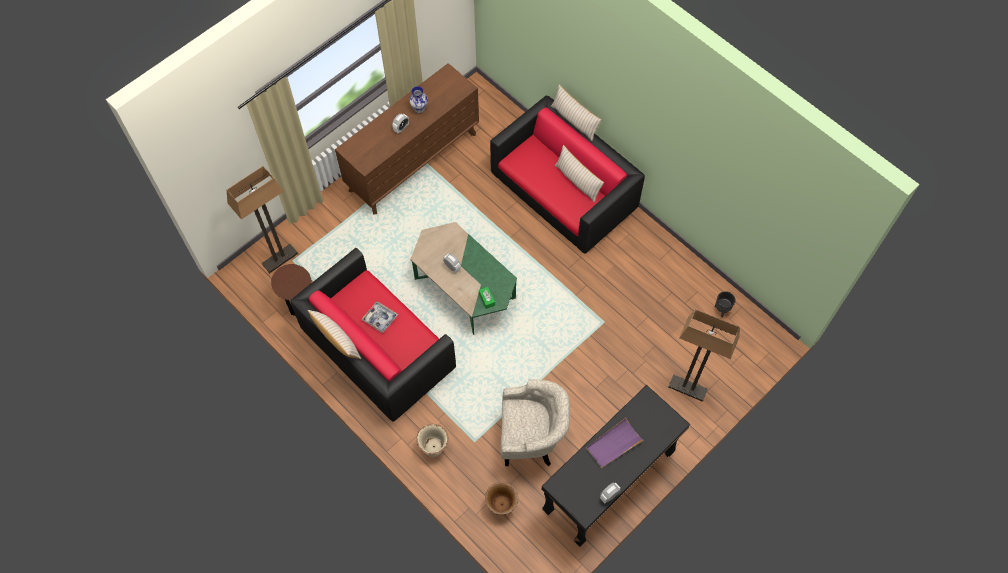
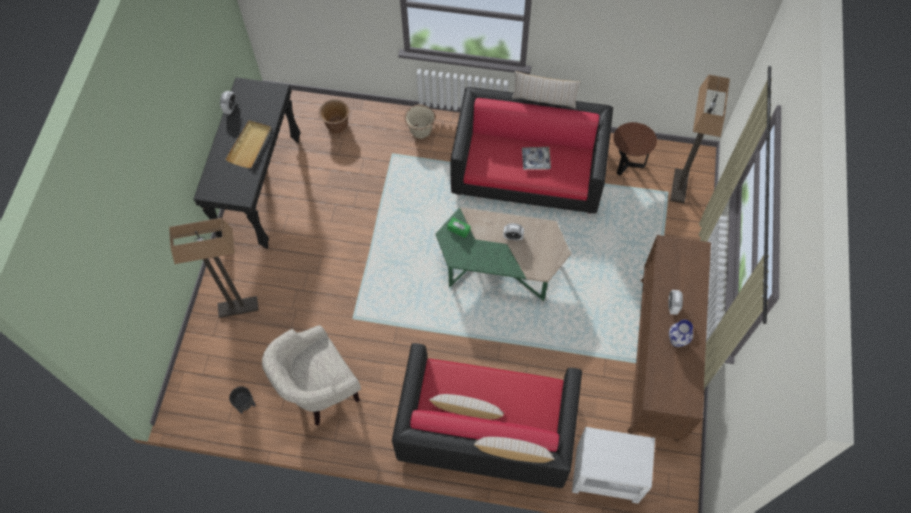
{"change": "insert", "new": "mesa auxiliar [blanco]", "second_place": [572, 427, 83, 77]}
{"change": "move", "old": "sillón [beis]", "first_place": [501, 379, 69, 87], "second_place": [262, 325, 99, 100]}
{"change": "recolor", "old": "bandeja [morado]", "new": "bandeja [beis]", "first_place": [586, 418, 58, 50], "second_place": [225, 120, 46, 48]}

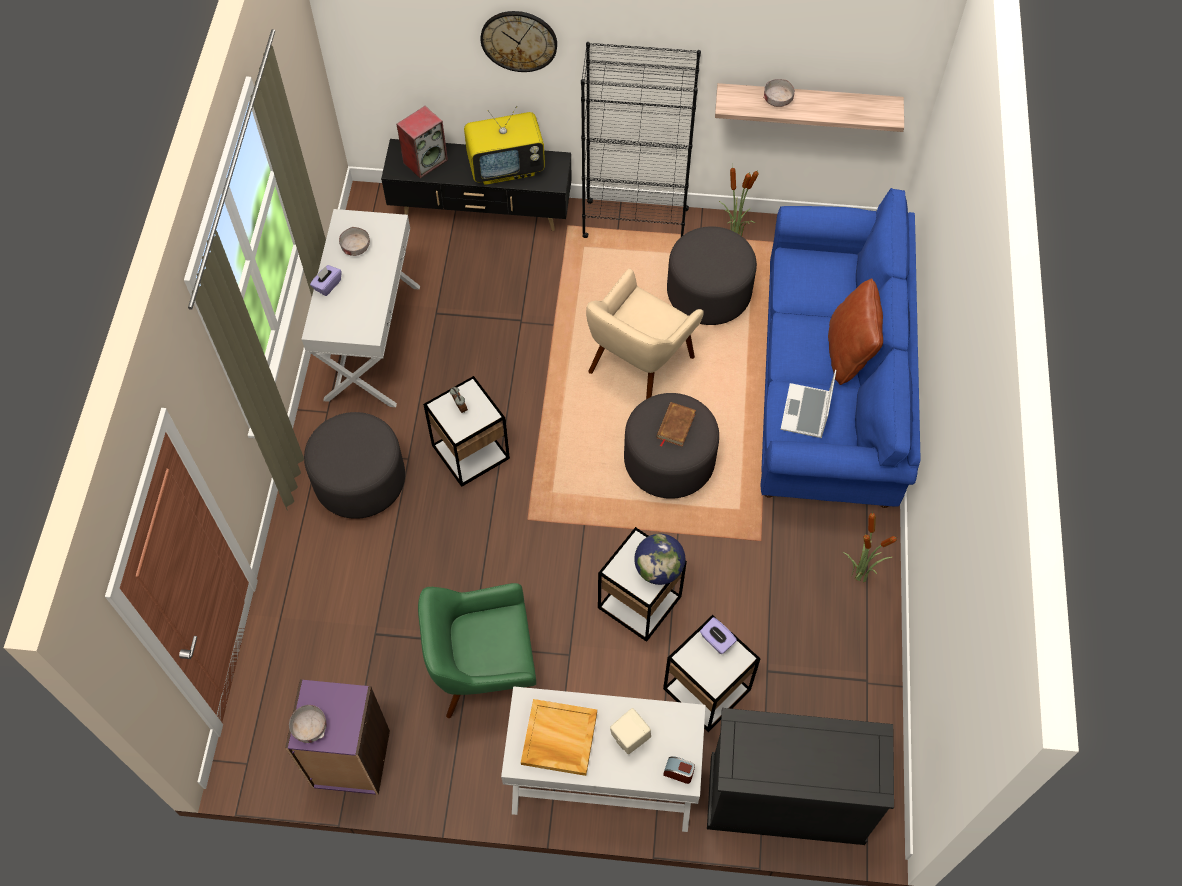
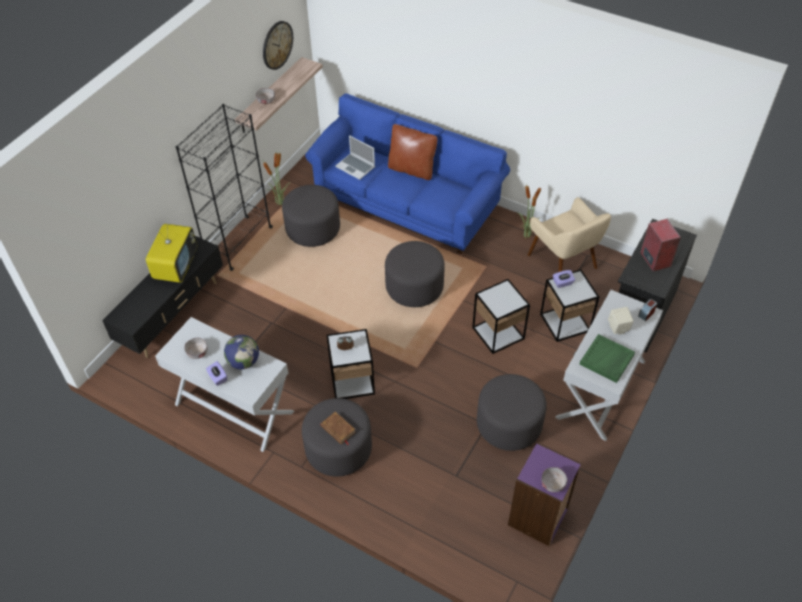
{"change": "move", "old": "altavoz", "first_place": [397, 106, 51, 72], "second_place": [640, 219, 41, 53]}
{"change": "move", "old": "reloj de pared", "first_place": [480, 11, 77, 61], "second_place": [263, 21, 30, 49]}
{"change": "move", "old": "sillón [beis]", "first_place": [586, 269, 118, 130], "second_place": [528, 197, 83, 75]}
{"change": "move", "old": "globo terráqueo", "first_place": [634, 534, 51, 51], "second_place": [224, 335, 35, 34]}
{"change": "move", "old": "libro [marrón]", "first_place": [656, 402, 40, 45], "second_place": [320, 412, 36, 33]}
{"change": "move", "old": "portátil", "first_place": [780, 369, 56, 69], "second_place": [335, 135, 40, 45]}
{"change": "replace", "old": "sillón [verde]", "new": "puf [gris]", "first_place": [418, 583, 118, 135], "second_place": [477, 374, 70, 77]}
{"change": "recolor", "old": "bandeja [beis]", "new": "bandeja [verde]", "first_place": [521, 699, 76, 77], "second_place": [579, 334, 56, 49]}

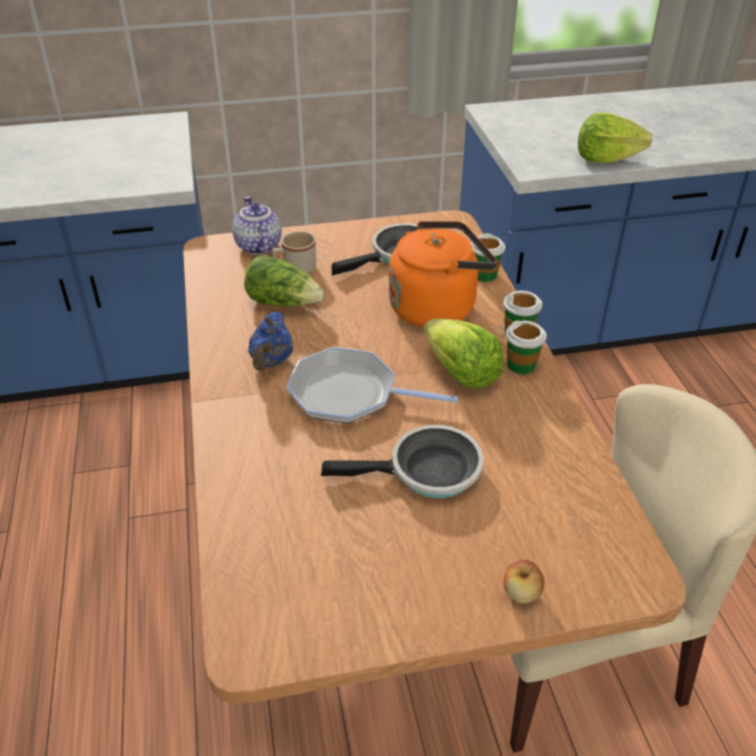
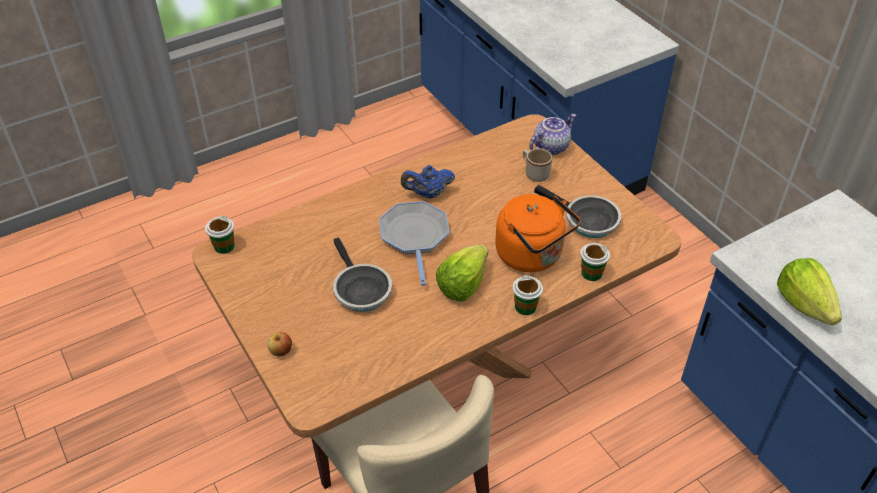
{"change": "delete", "old": "lechuga", "first_place": [244, 255, 80, 51]}
{"change": "move", "old": "taza", "first_place": [506, 320, 41, 54], "second_place": [205, 216, 30, 38]}

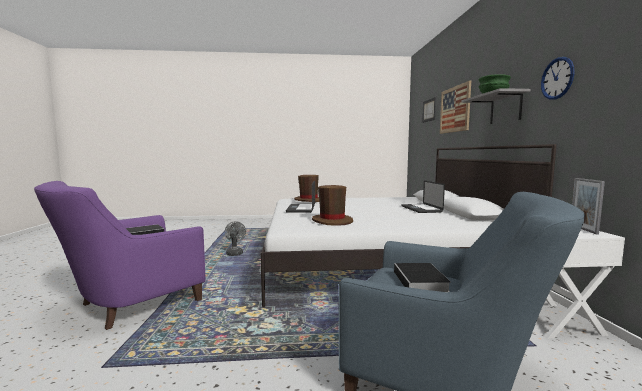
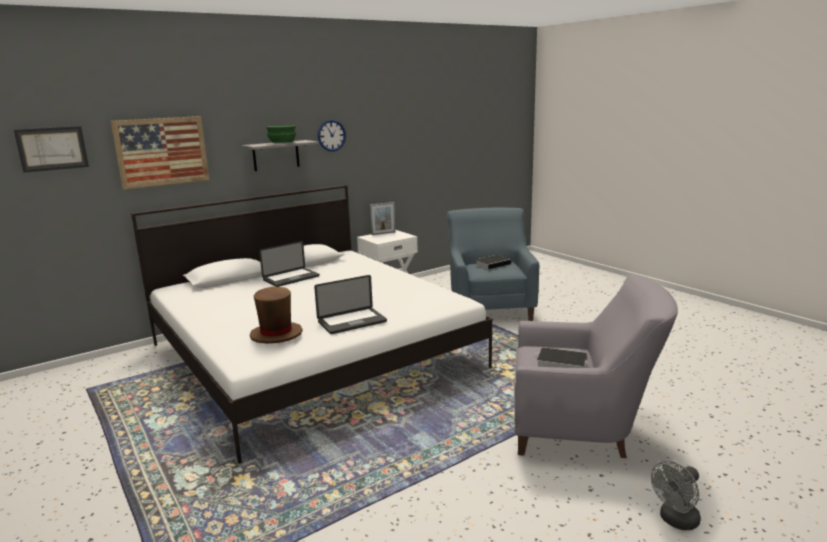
{"change": "delete", "old": "sombrero [marrón]", "first_place": [312, 185, 41, 41]}
{"change": "move", "old": "ventilador [gris]", "first_place": [225, 221, 21, 35], "second_place": [651, 461, 50, 69]}
{"change": "recolor", "old": "sillón [morado]", "new": "sillón [gris]", "first_place": [34, 181, 172, 149], "second_place": [514, 275, 164, 183]}

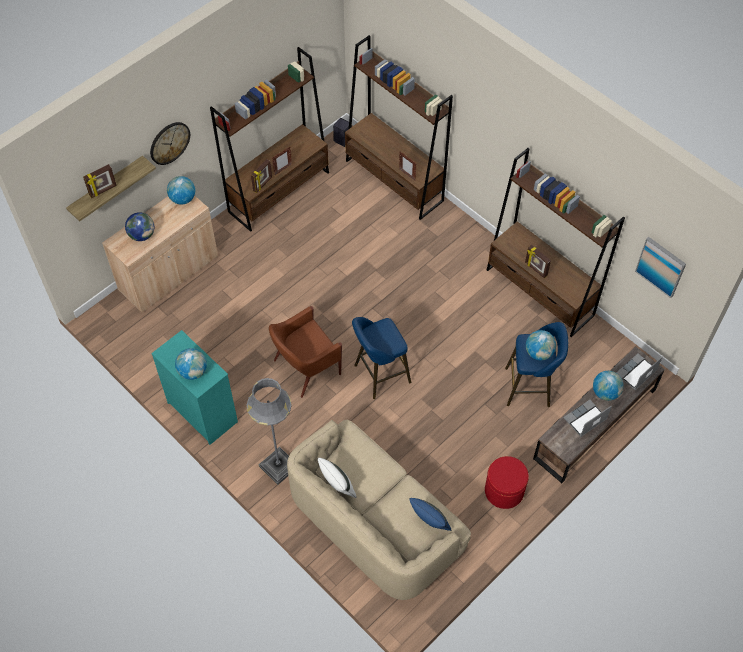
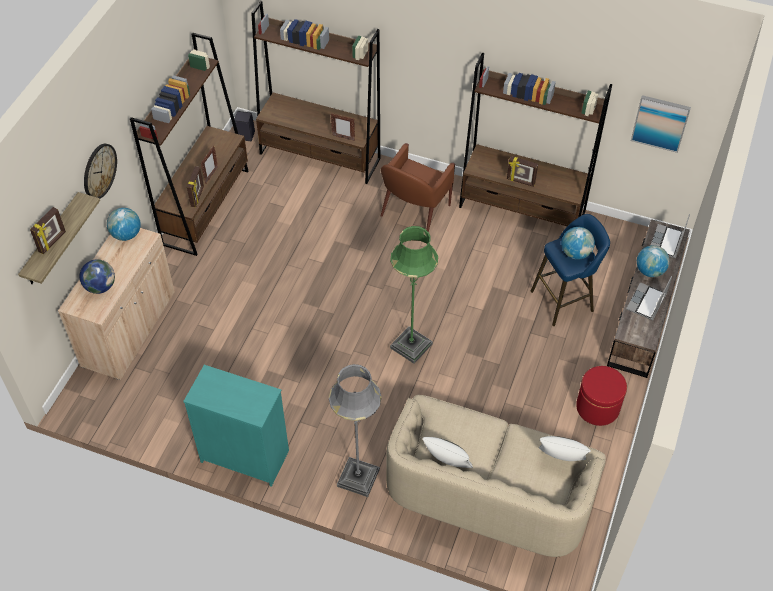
{"change": "delete", "old": "globo terráqueo", "first_place": [175, 348, 32, 32]}
{"change": "move", "old": "sillón [marrón]", "first_place": [269, 306, 73, 92], "second_place": [381, 143, 74, 89]}
{"change": "replace", "old": "taburete [azul]", "new": "lámpara de pie [verde]", "first_place": [352, 317, 59, 82], "second_place": [390, 226, 48, 138]}
{"change": "recolor", "old": "cojín [azul]", "new": "cojín [blanco]", "first_place": [409, 498, 42, 33], "second_place": [539, 436, 52, 25]}

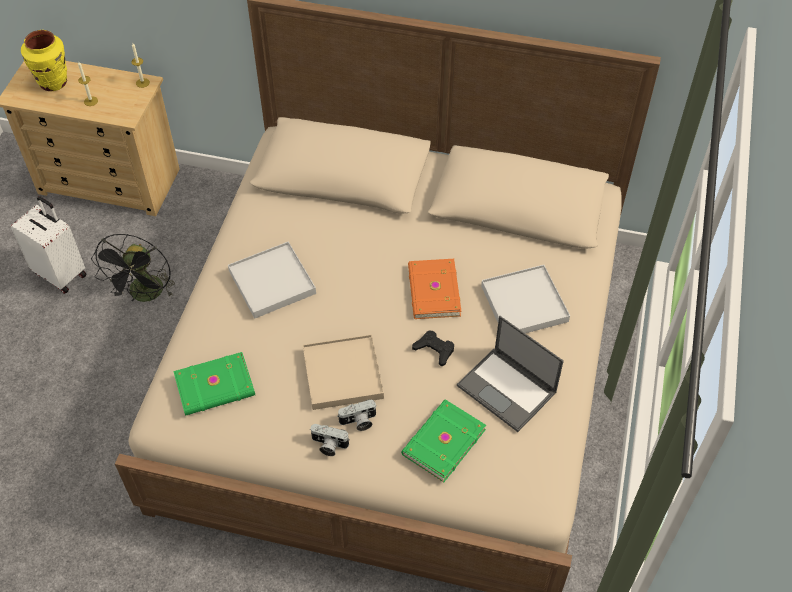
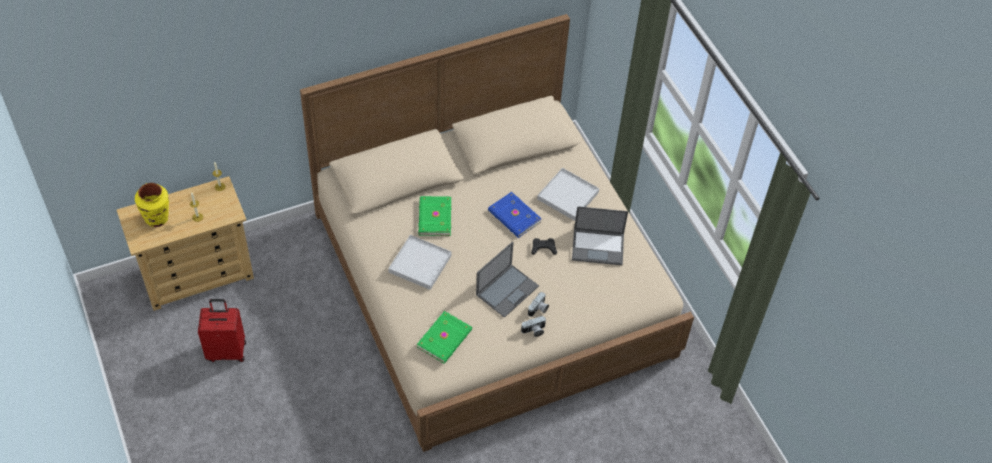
{"change": "delete", "old": "ventilador [negro]", "first_place": [91, 234, 84, 68]}
{"change": "move", "old": "libro [verde]", "first_place": [401, 400, 85, 82], "second_place": [418, 196, 33, 40]}
{"change": "replace", "old": "bandeja [beis]", "new": "portátil", "first_place": [303, 334, 81, 76], "second_place": [476, 242, 63, 76]}
{"change": "recolor", "old": "maleta [blanco]", "new": "maleta [rojo]", "first_place": [10, 196, 77, 98], "second_place": [198, 299, 48, 63]}
{"change": "recolor", "old": "libro [naranja]", "new": "libro [azul]", "first_place": [408, 259, 53, 60], "second_place": [488, 192, 53, 46]}

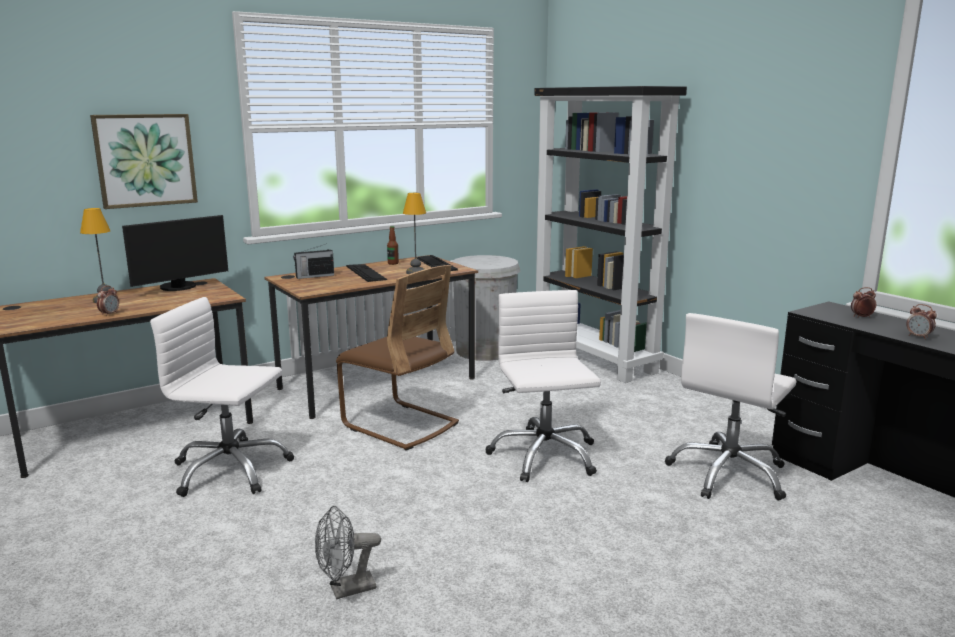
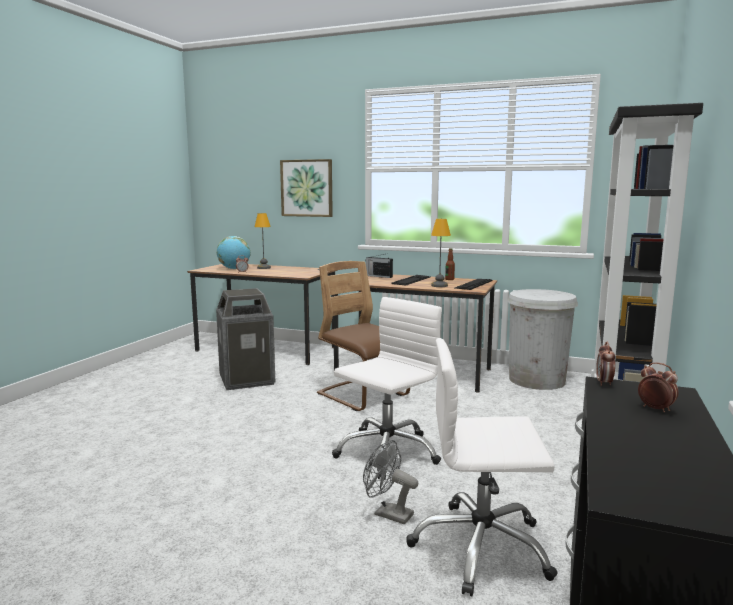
{"change": "delete", "old": "monitor", "first_place": [122, 215, 106, 76]}
{"change": "insert", "new": "globo terráqueo", "second_place": [217, 236, 34, 33]}
{"change": "move", "old": "ventilador [gris]", "first_place": [315, 506, 66, 94], "second_place": [363, 440, 55, 84]}
{"change": "move", "old": "despertador", "first_place": [906, 304, 31, 35], "second_place": [596, 342, 19, 44]}
{"change": "replace", "old": "silla de oficina [blanco]", "new": "papelera", "first_place": [150, 297, 144, 200], "second_place": [216, 288, 59, 102]}
{"change": "rotate", "old": "silla [marrón]", "first_place": [336, 265, 123, 186], "second_place": [317, 261, 93, 150], "degrees": 135}

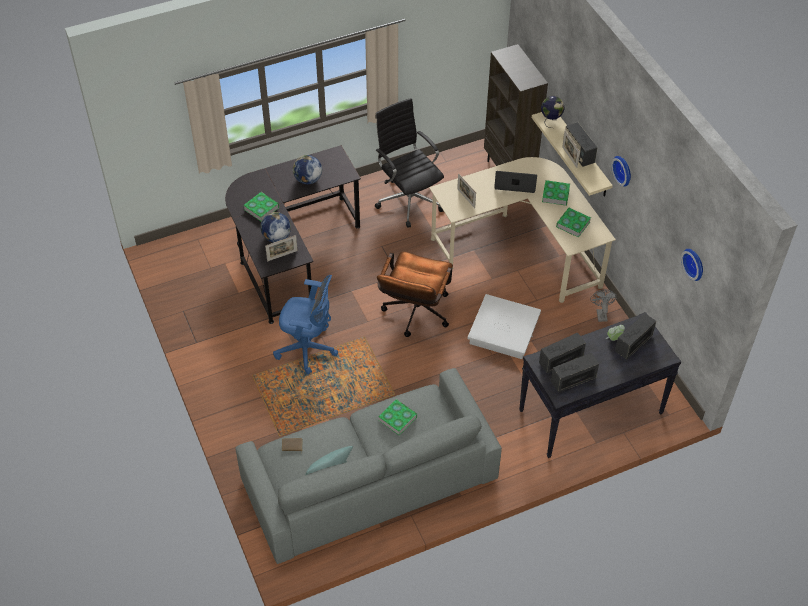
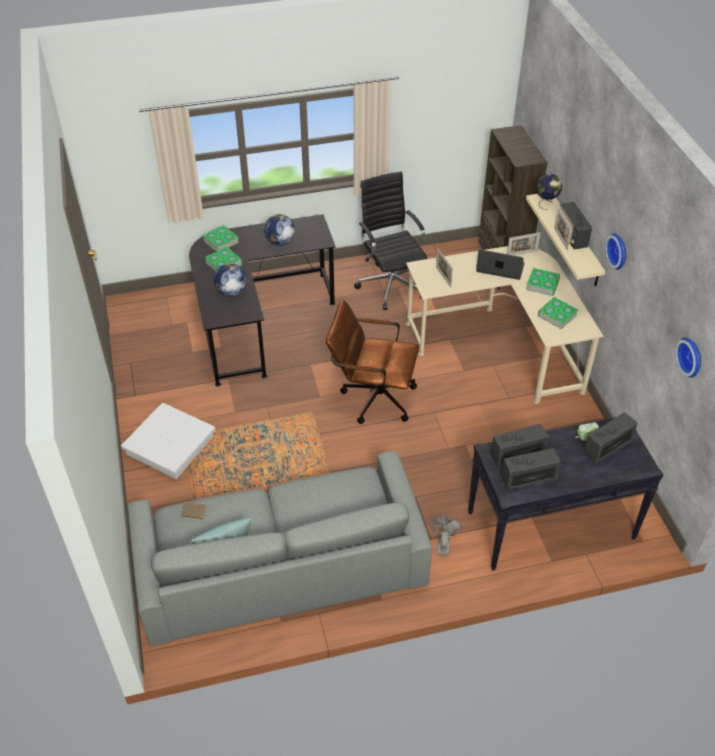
{"change": "delete", "old": "silla de oficina [azul]", "first_place": [273, 275, 65, 99]}
{"change": "move", "old": "portarretratos", "first_place": [265, 235, 33, 27], "second_place": [507, 232, 34, 24]}
{"change": "move", "old": "libro", "first_place": [378, 399, 39, 36], "second_place": [203, 225, 36, 27]}
{"change": "move", "old": "caja de almacenaje [blanco]", "first_place": [468, 294, 73, 65], "second_place": [121, 403, 95, 76]}
{"change": "move", "old": "ventilador [gris]", "first_place": [590, 289, 27, 33], "second_place": [429, 516, 34, 40]}
{"change": "rotate", "old": "silla de oficina [marrón]", "first_place": [377, 251, 76, 86], "second_place": [326, 299, 93, 125], "degrees": 75}

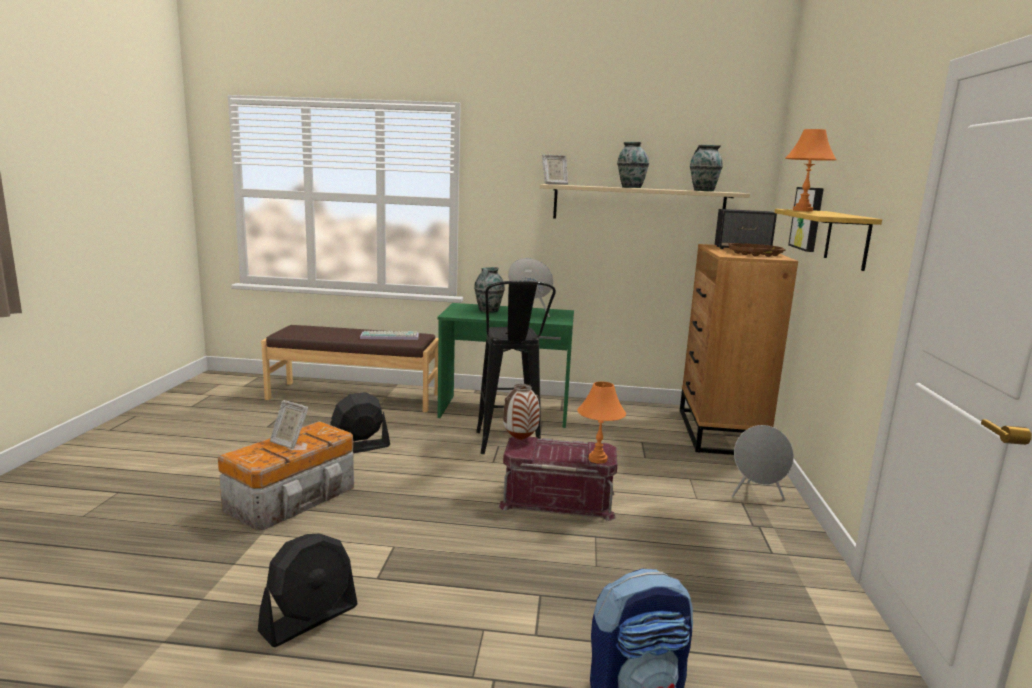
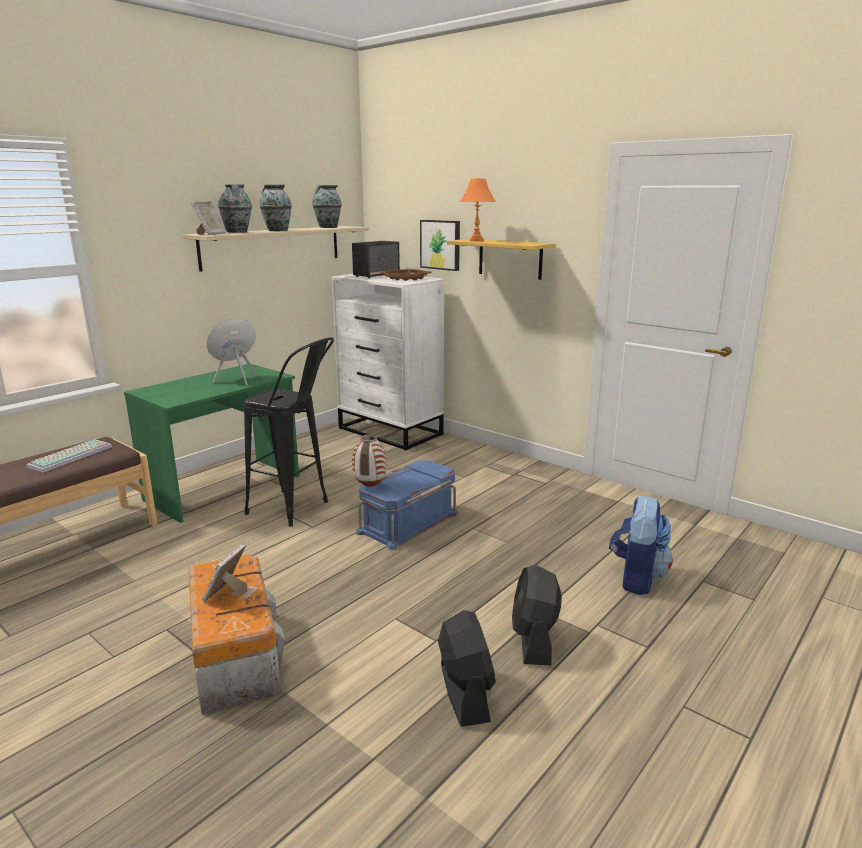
{"change": "delete", "old": "lámpara de mesa [naranja]", "first_place": [577, 382, 49, 82]}
{"change": "delete", "old": "altavoz [gris]", "first_place": [731, 425, 63, 76]}
{"change": "move", "old": "ventilador [negro]", "first_place": [330, 392, 60, 61], "second_place": [512, 565, 50, 100]}
{"change": "move", "old": "florero", "first_place": [474, 267, 31, 46], "second_place": [218, 184, 34, 49]}
{"change": "recolor", "old": "caja de almacenaje [rojo]", "new": "caja de almacenaje [azul]", "first_place": [498, 437, 119, 84], "second_place": [356, 460, 103, 90]}
{"change": "recolor", "old": "cómoda [marrón]", "new": "cómoda [blanco]", "first_place": [680, 244, 118, 211], "second_place": [331, 274, 114, 176]}
{"change": "rotate", "old": "portarretratos", "first_place": [270, 400, 38, 49], "second_place": [202, 545, 45, 58], "degrees": 135}

